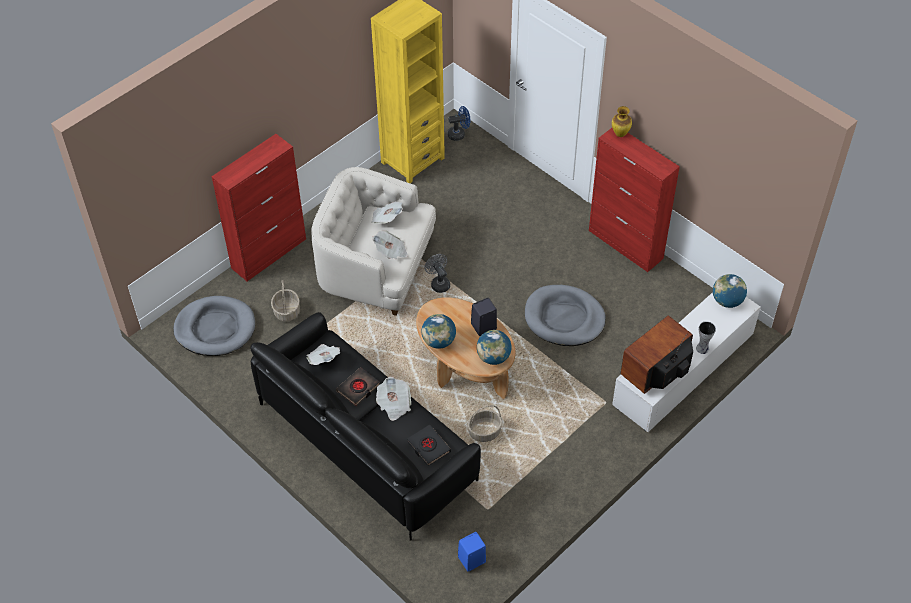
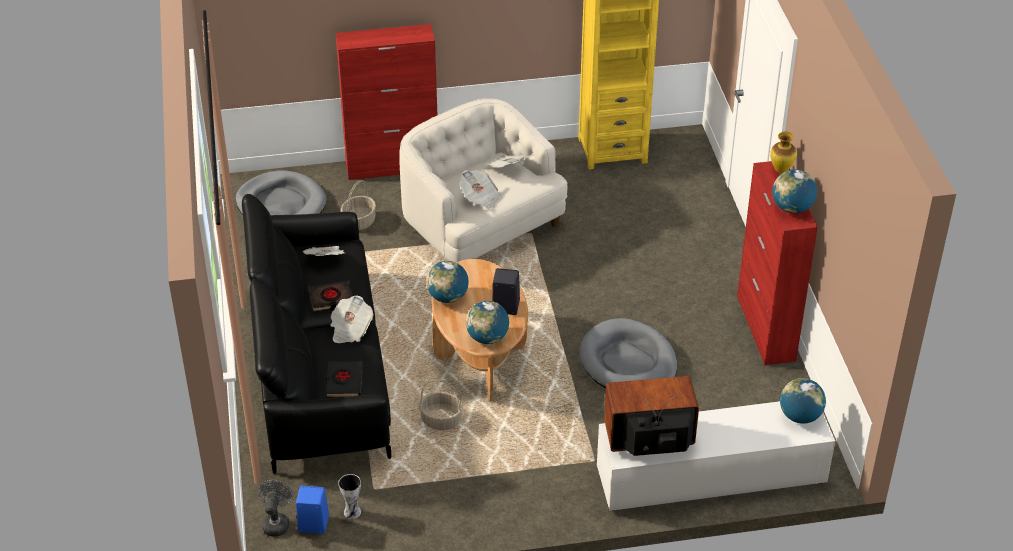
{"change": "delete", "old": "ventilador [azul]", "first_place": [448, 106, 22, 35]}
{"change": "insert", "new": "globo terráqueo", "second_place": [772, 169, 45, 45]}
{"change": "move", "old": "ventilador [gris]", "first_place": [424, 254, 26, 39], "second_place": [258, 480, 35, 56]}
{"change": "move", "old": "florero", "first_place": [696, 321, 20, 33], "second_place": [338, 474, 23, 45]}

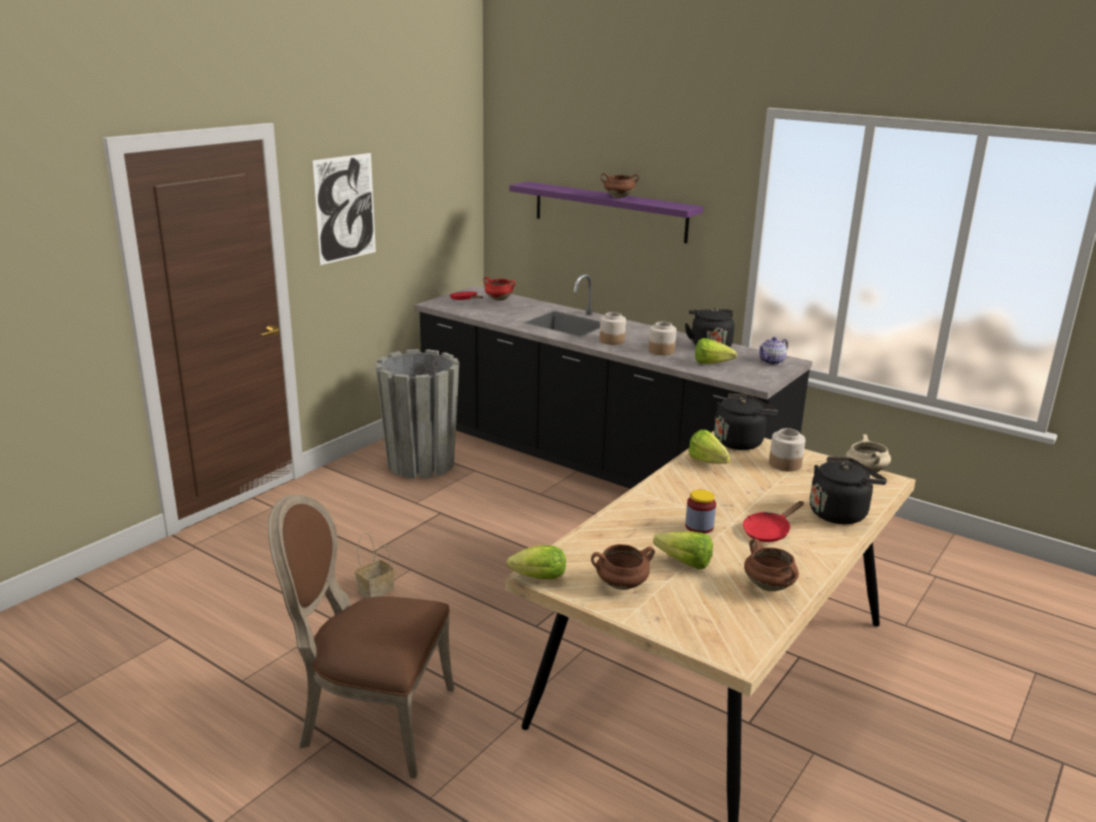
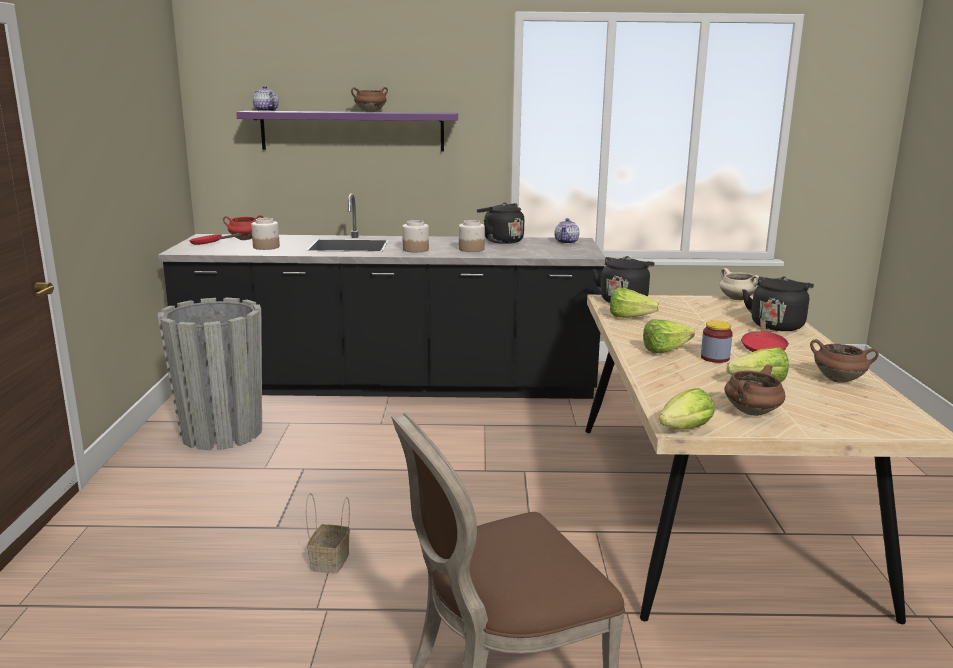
{"change": "delete", "old": "cuadro", "first_place": [312, 153, 64, 112]}
{"change": "insert", "new": "tetera", "second_place": [253, 86, 26, 25]}
{"change": "move", "old": "lechuga", "first_place": [695, 338, 42, 26], "second_place": [643, 319, 52, 34]}
{"change": "move", "old": "tarro", "first_place": [769, 428, 36, 43], "second_place": [251, 218, 29, 32]}

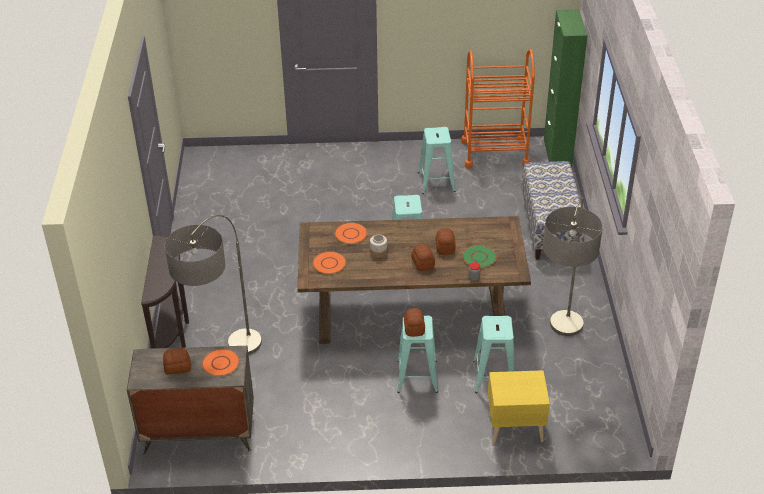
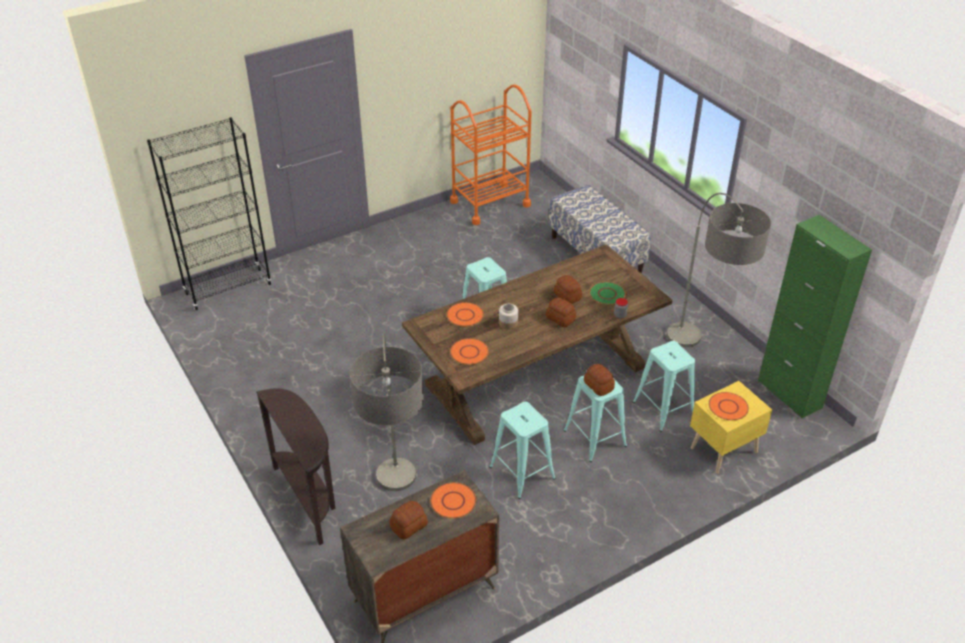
{"change": "insert", "new": "estantería [negro]", "second_place": [147, 117, 125, 193]}
{"change": "insert", "new": "plato [naranja]", "second_place": [709, 392, 40, 28]}
{"change": "move", "old": "taburete [turquesa]", "first_place": [418, 127, 38, 67], "second_place": [489, 402, 67, 97]}
{"change": "move", "old": "armario [verde]", "first_place": [544, 9, 43, 158], "second_place": [758, 215, 114, 203]}

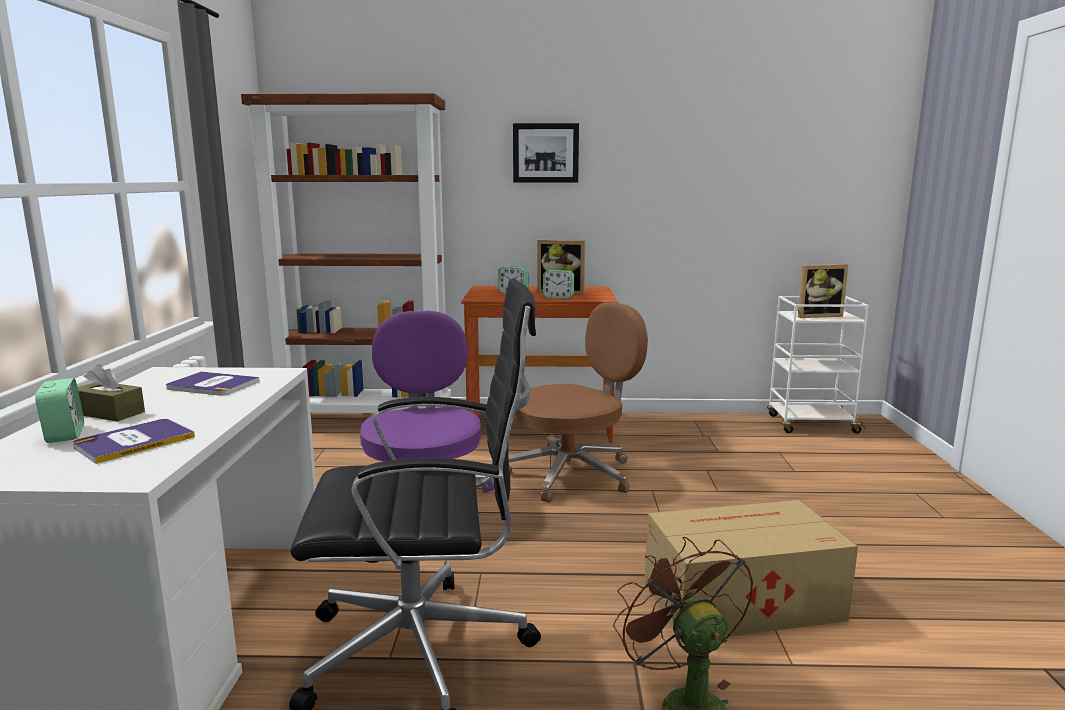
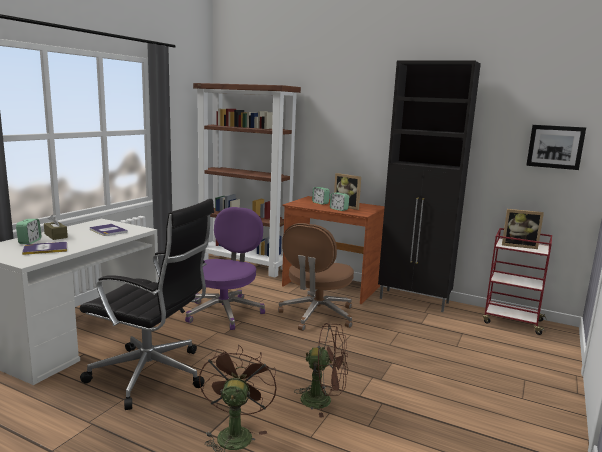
{"change": "insert", "new": "armario [negro]", "second_place": [378, 61, 103, 251]}
{"change": "move", "old": "cuadro", "first_place": [513, 123, 66, 59], "second_place": [526, 125, 60, 45]}
{"change": "replace", "old": "caja de cartón", "new": "ventilador [marrón]", "first_place": [645, 500, 213, 142], "second_place": [294, 323, 54, 95]}
{"change": "recolor", "old": "carrito [blanco]", "new": "carrito [rojo]", "first_place": [767, 296, 102, 138], "second_place": [483, 228, 69, 107]}
{"change": "rotate", "old": "silla de oficina [marrón]", "first_place": [509, 302, 139, 201], "second_place": [278, 223, 76, 108], "degrees": 120}

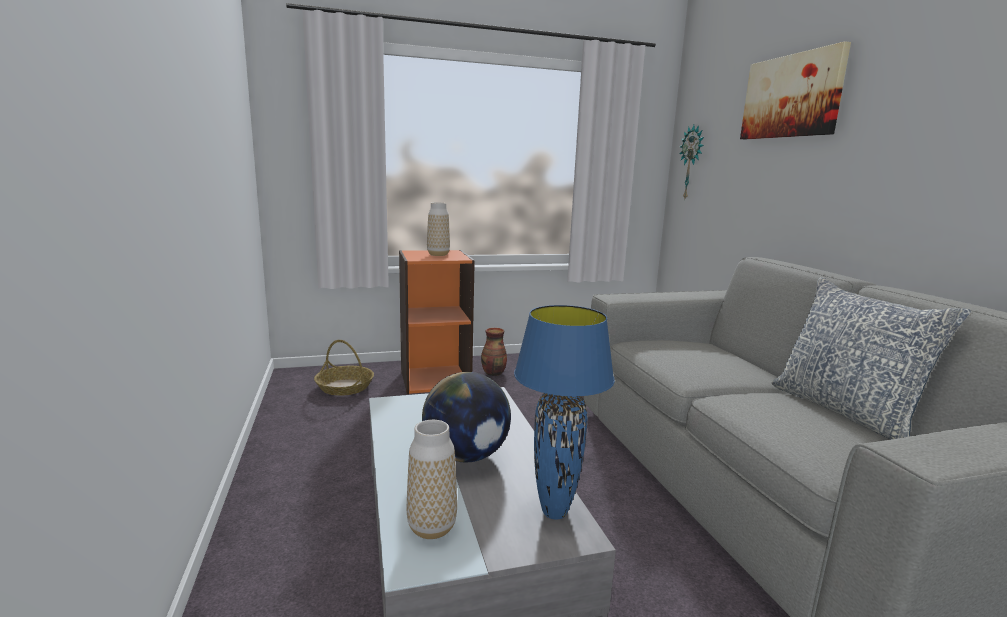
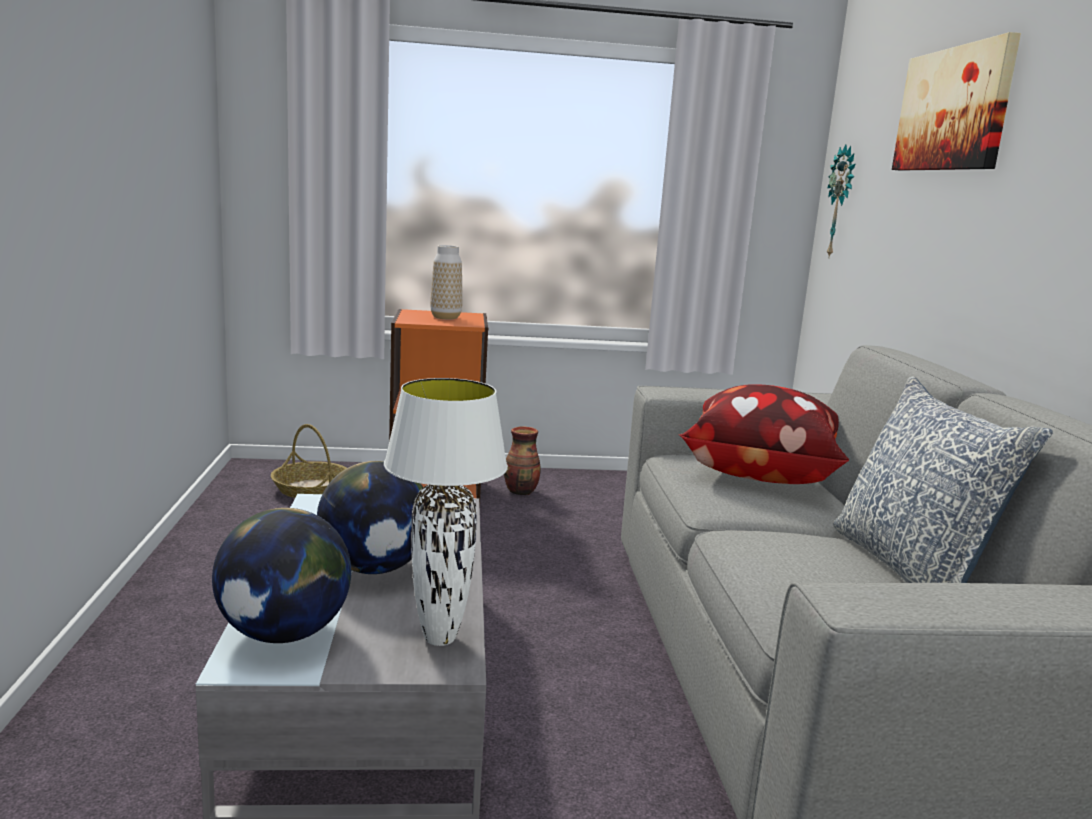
{"change": "insert", "new": "cojín", "second_place": [678, 384, 171, 100]}
{"change": "replace", "old": "florero", "new": "globo terráqueo", "first_place": [407, 420, 50, 119], "second_place": [212, 508, 139, 135]}
{"change": "recolor", "old": "lámpara de mesa [azul]", "new": "lámpara de mesa [blanco]", "first_place": [514, 305, 101, 215], "second_place": [384, 378, 124, 268]}

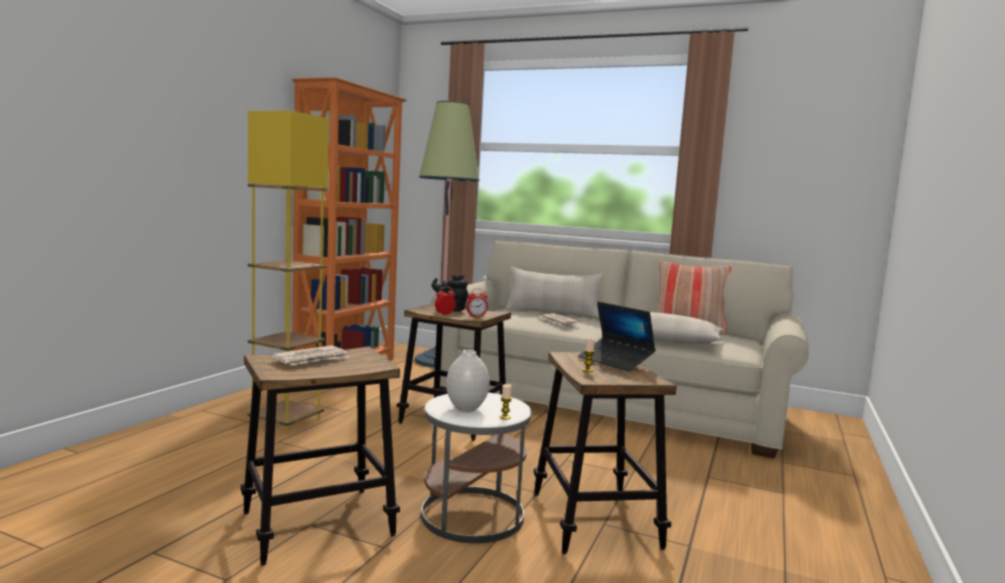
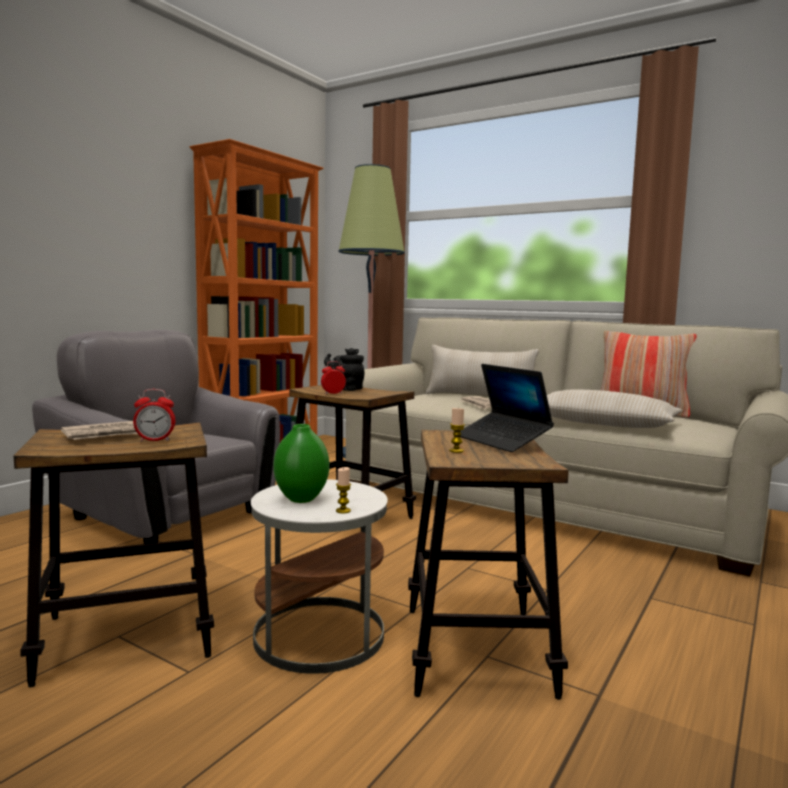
{"change": "move", "old": "despertador", "first_place": [466, 288, 22, 29], "second_place": [133, 389, 42, 52]}
{"change": "replace", "old": "lámpara de pie [amarillo]", "new": "sillón [gris]", "first_place": [248, 110, 81, 323], "second_place": [32, 329, 248, 215]}
{"change": "recolor", "old": "florero [blanco]", "new": "florero [verde]", "first_place": [446, 350, 44, 62], "second_place": [273, 424, 56, 79]}

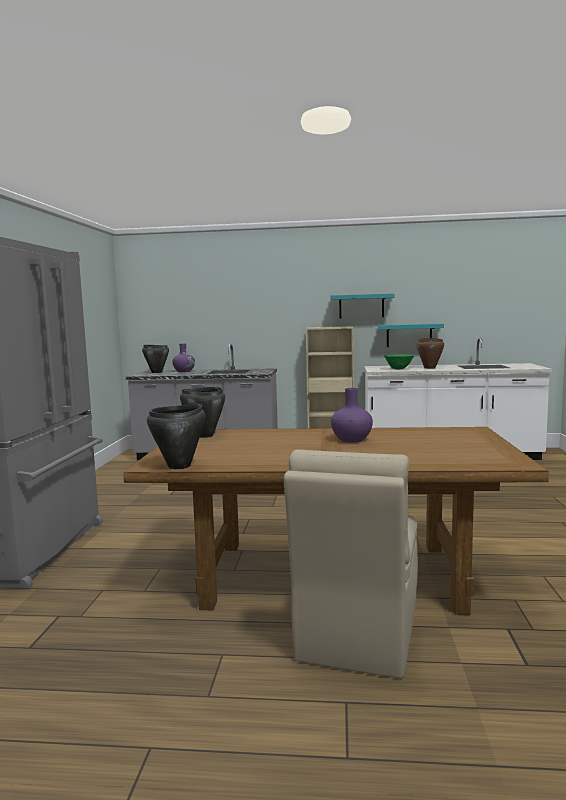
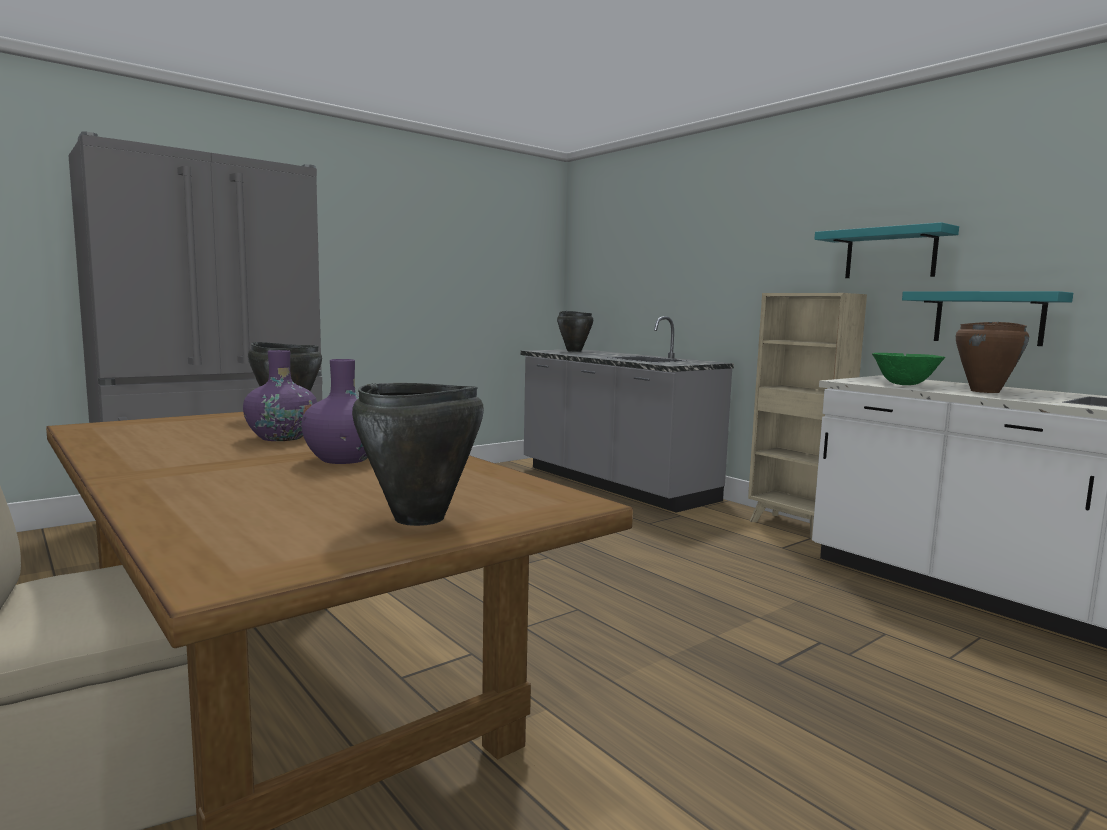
{"change": "move", "old": "olla [negro]", "first_place": [147, 404, 58, 65], "second_place": [352, 383, 132, 143]}
{"change": "move", "old": "florero [morado]", "first_place": [172, 343, 23, 29], "second_place": [243, 350, 74, 91]}

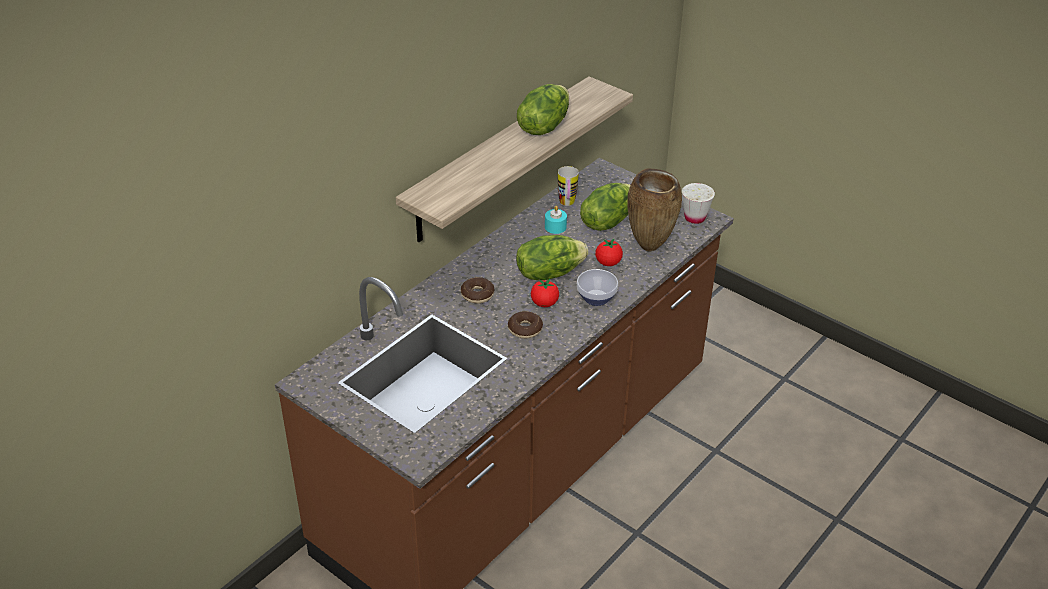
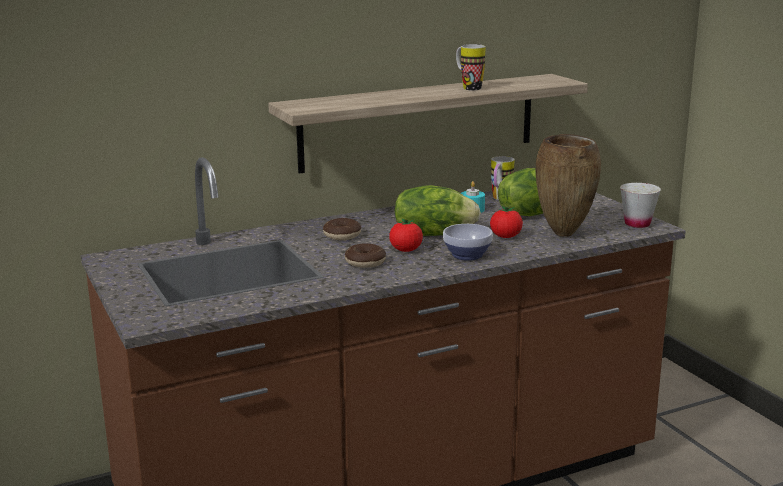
{"change": "replace", "old": "lechuga", "new": "taza grande", "first_place": [517, 84, 52, 51], "second_place": [456, 44, 29, 46]}

